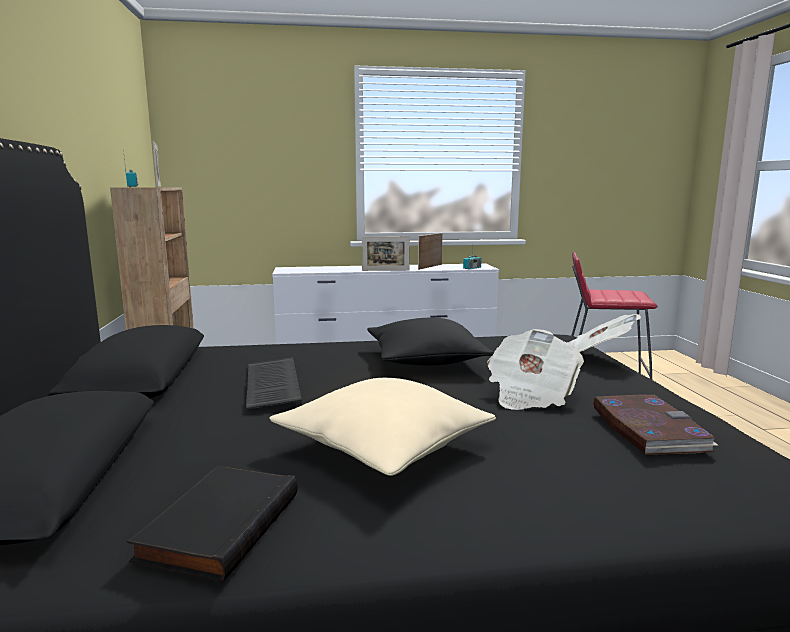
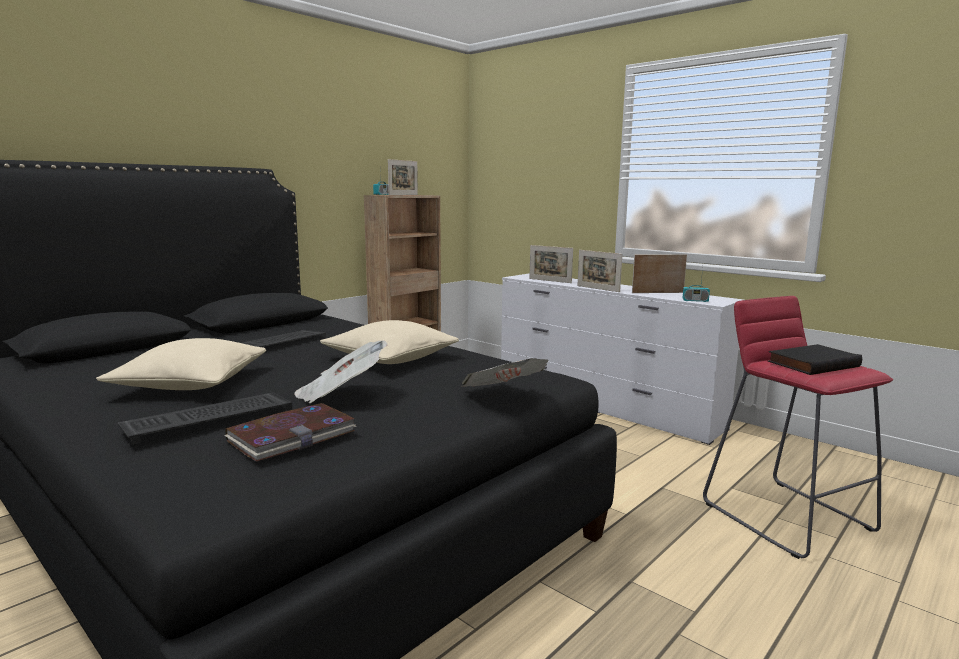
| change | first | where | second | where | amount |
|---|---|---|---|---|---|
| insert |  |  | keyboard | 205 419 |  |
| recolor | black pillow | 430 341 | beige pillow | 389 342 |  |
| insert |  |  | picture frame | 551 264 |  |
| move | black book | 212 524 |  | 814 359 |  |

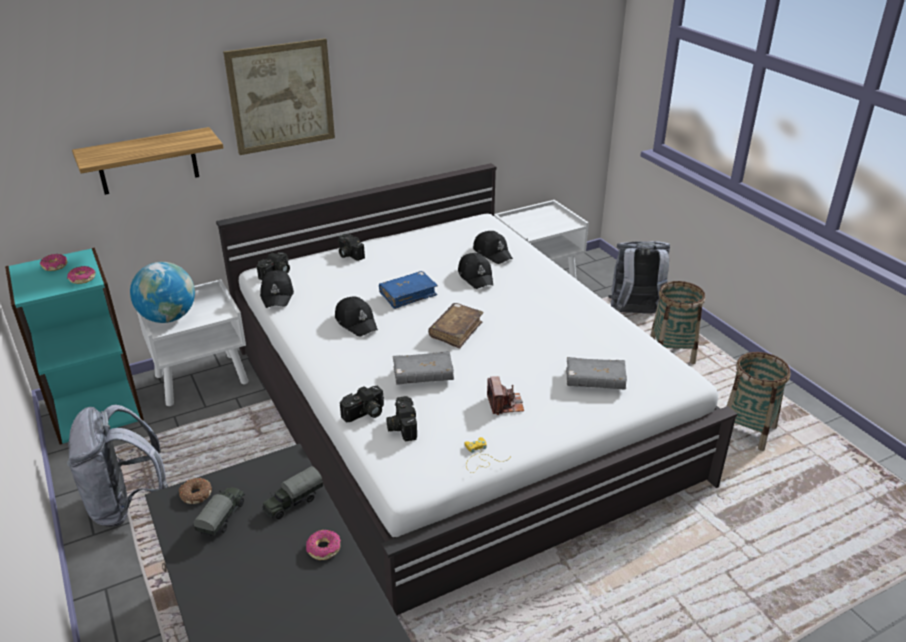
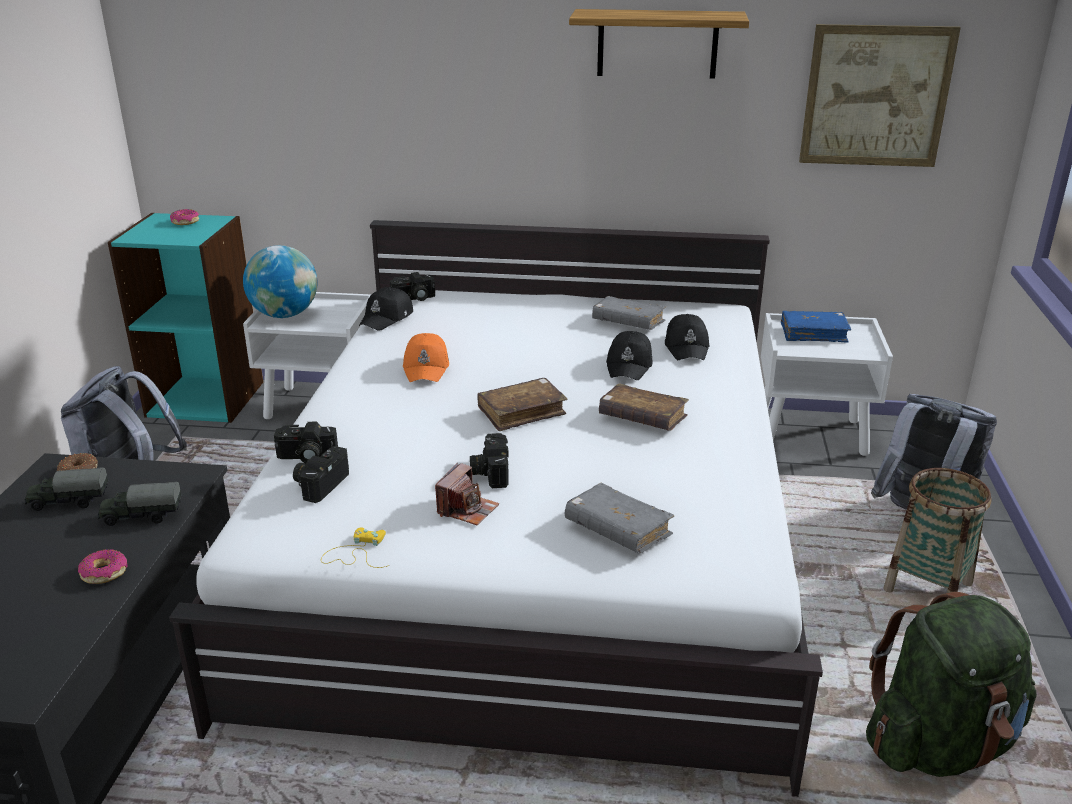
| change | first | where | second | where | amount |
|---|---|---|---|---|---|
| rotate | toy truck | 219 511 |  | 66 489 | 150 degrees counterclockwise |
| recolor | black cap | 356 316 | orange cap | 426 357 |  |
| move | photo camera | 351 247 |  | 489 460 |  |
| move | shelf | 148 161 |  | 659 44 |  |
| move | grey book | 423 368 |  | 629 313 |  |
| insert |  |  | brown book | 644 407 |  |
| move | blue book | 408 290 |  | 816 327 |  |
| move | picture | 279 96 |  | 880 95 |  |
| replace | basket | 759 401 | green backpack | 951 684 |  |
| delete | donut | 81 275 |  |  |  |

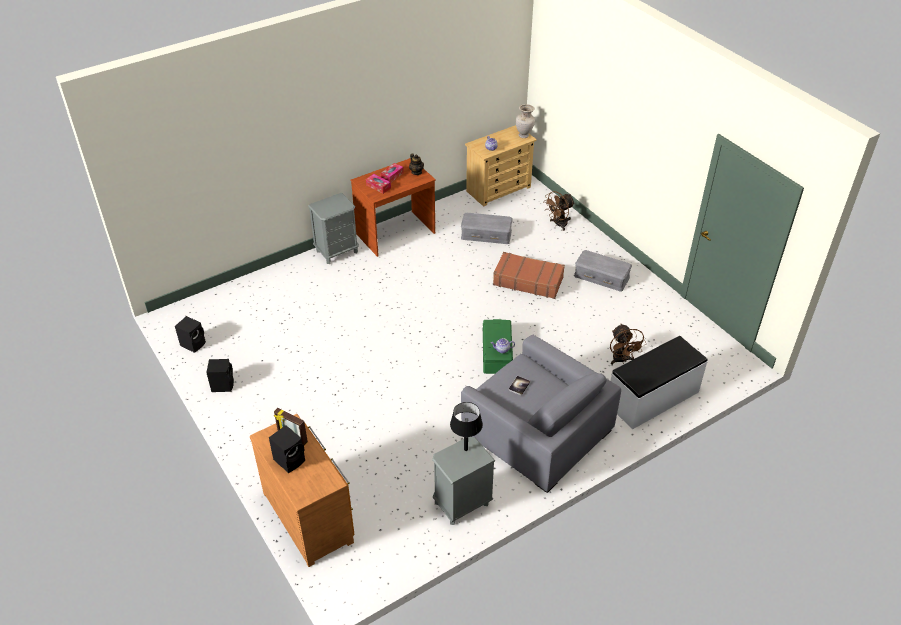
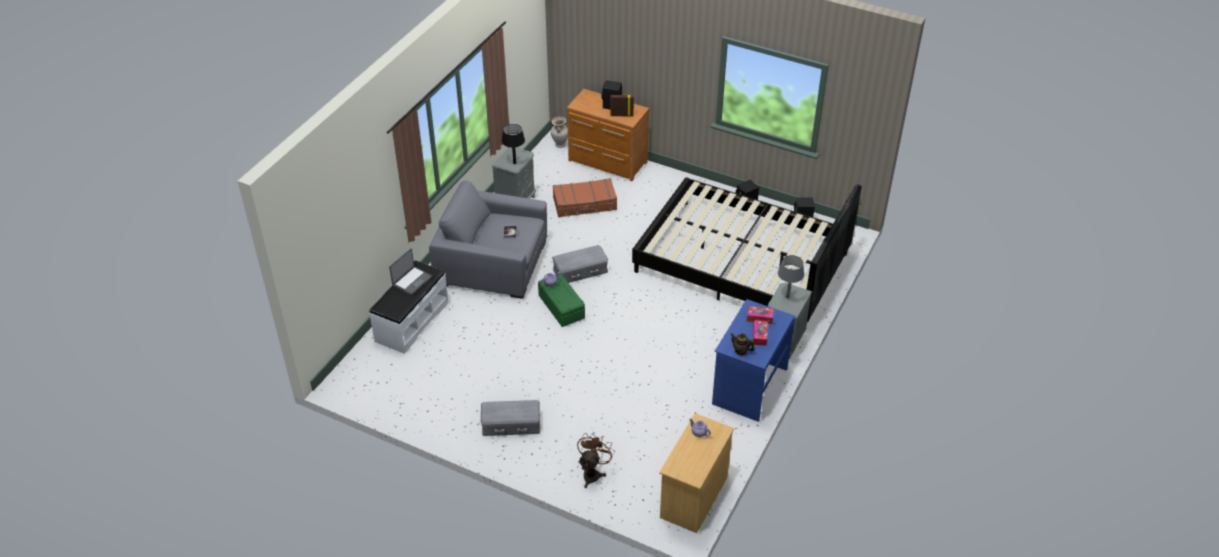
| change | first | where | second | where | amount |
|---|---|---|---|---|---|
| insert |  |  | laptop | 410 272 |  |
| move | beige vase | 525 121 |  | 559 132 |  |
| move | grey storage box | 487 228 |  | 580 264 |  |
| move | brown suitcase | 529 275 |  | 585 197 |  |
| insert |  |  | black bed | 747 250 |  |
| recolor | brown desk | 393 207 | blue desk | 753 360 |  |
| insert |  |  | grey table lamp | 791 276 |  |
| delete | brown fan | 628 344 |  |  |  |

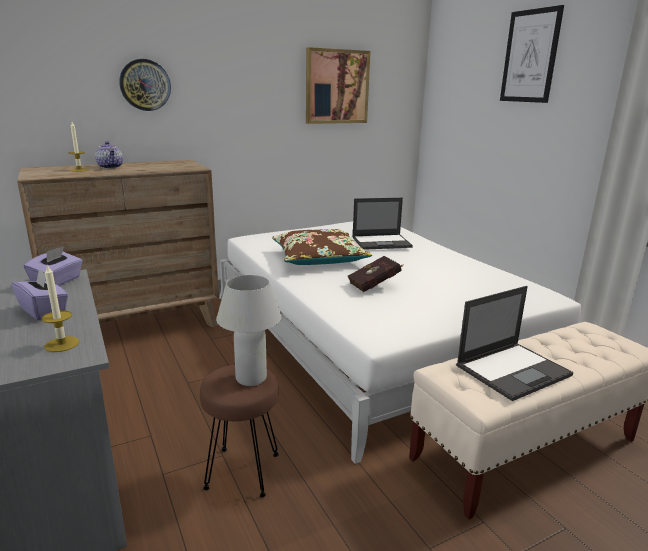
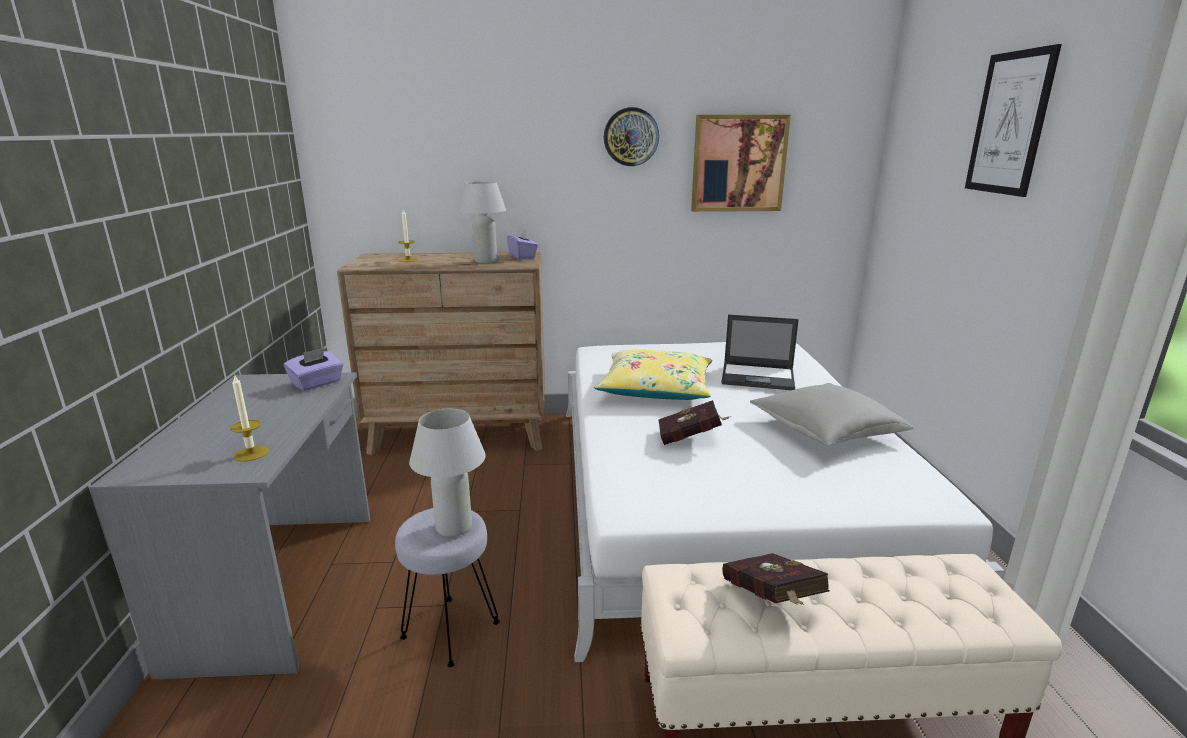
| change | first | where | second | where | amount |
|---|---|---|---|---|---|
| recolor | brown stool | 239 431 | grey stool | 447 587 |  |
| insert |  |  | white table lamp | 482 222 |  |
| move | purple tissue box | 40 295 |  | 522 243 |  |
| recolor | brown pillow | 322 247 | yellow pillow | 653 375 |  |
| move | wall clock | 145 85 |  | 631 136 |  |
| replace | laptop | 514 343 | red book | 775 579 |  |
| insert |  |  | grey pillow | 831 414 |  |
| delete | teapot | 109 155 |  |  |  |

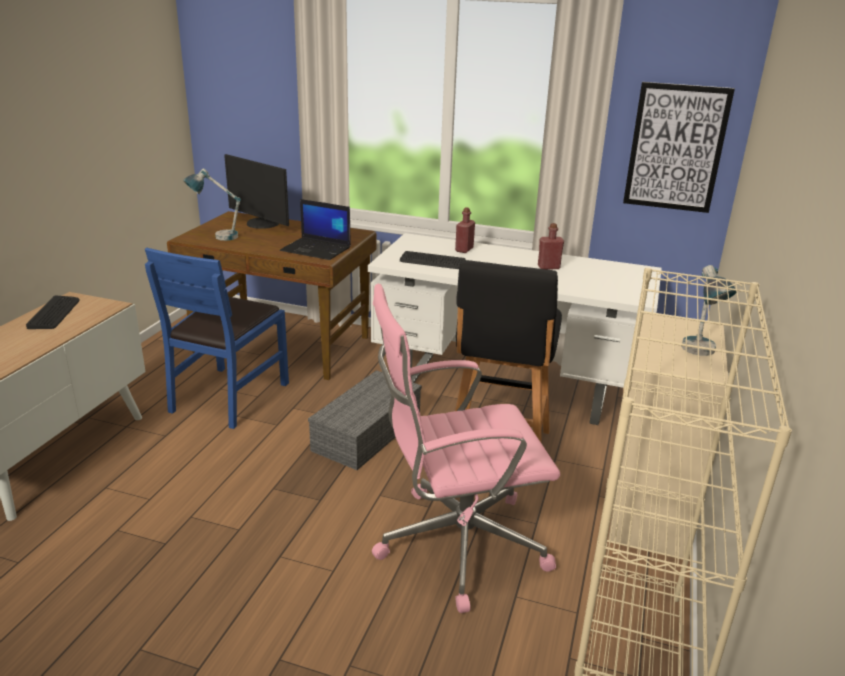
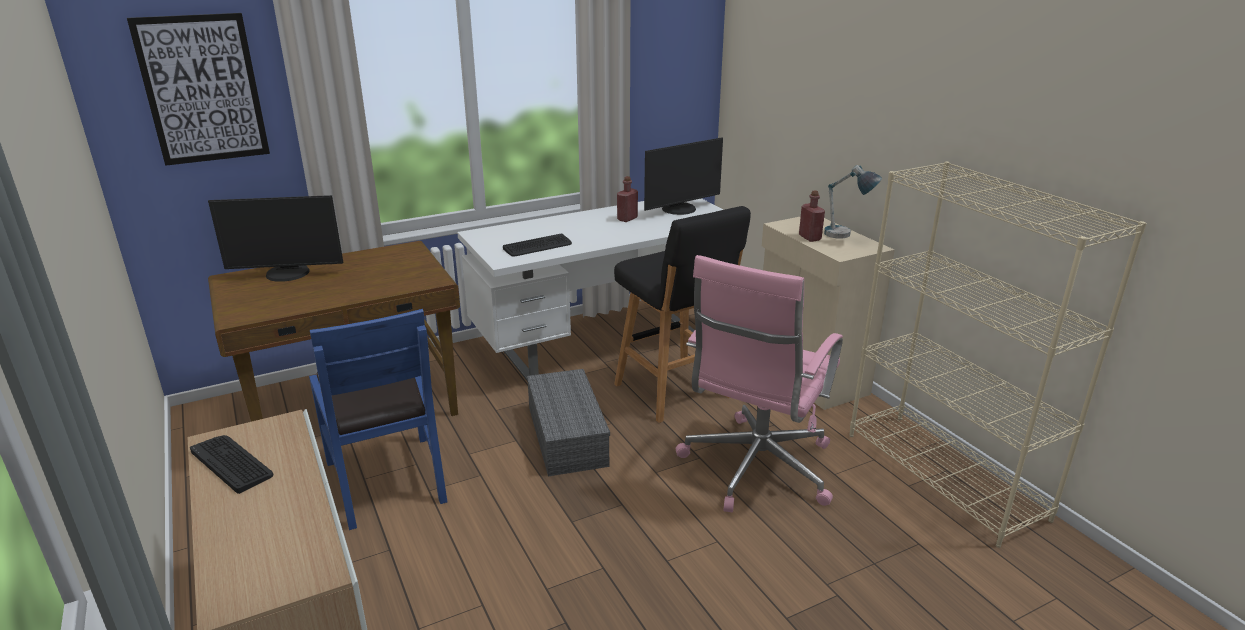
| change | first | where | second | where | amount |
|---|---|---|---|---|---|
| move | picture | 679 147 |  | 198 89 |  |
| insert |  |  | monitor | 683 176 |  |
| move | red bottle | 465 230 |  | 812 216 |  |
| delete | table lamp | 212 204 |  |  |  |
| delete | laptop | 315 229 |  |  |  |

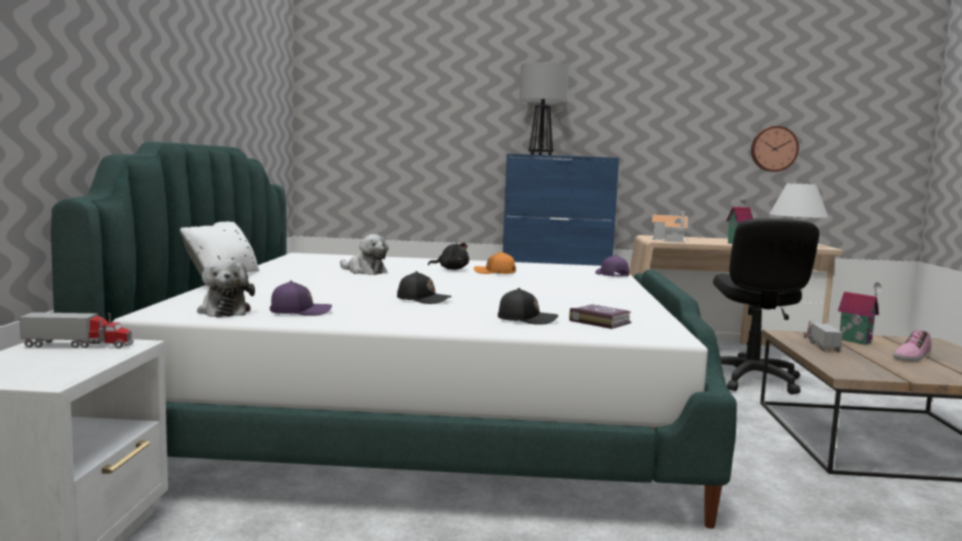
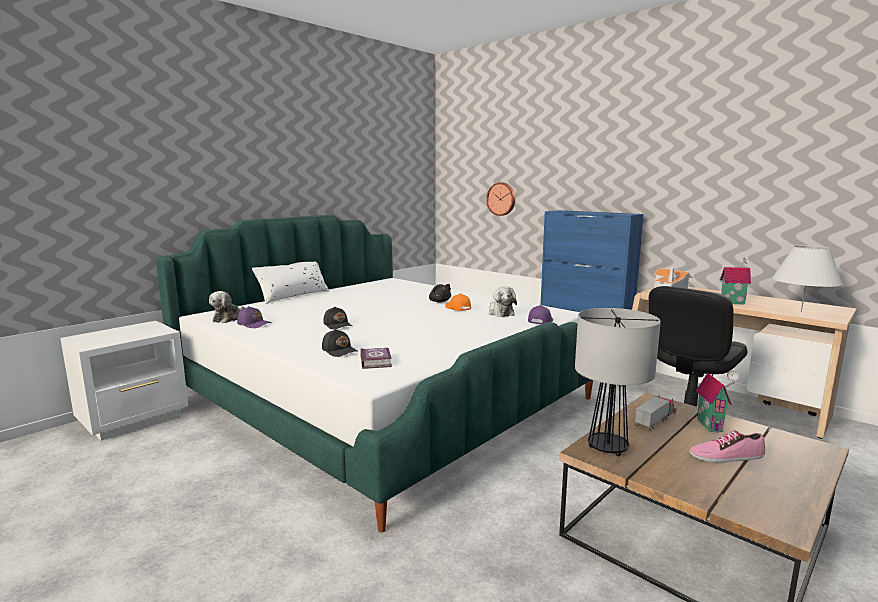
| change | first | where | second | where | amount |
|---|---|---|---|---|---|
| move | wall clock | 775 149 |  | 500 199 |  |
| move | plush toy | 364 254 |  | 503 301 |  |
| move | table lamp | 544 108 |  | 618 382 |  |
| delete | toy truck | 76 330 |  |  |  |

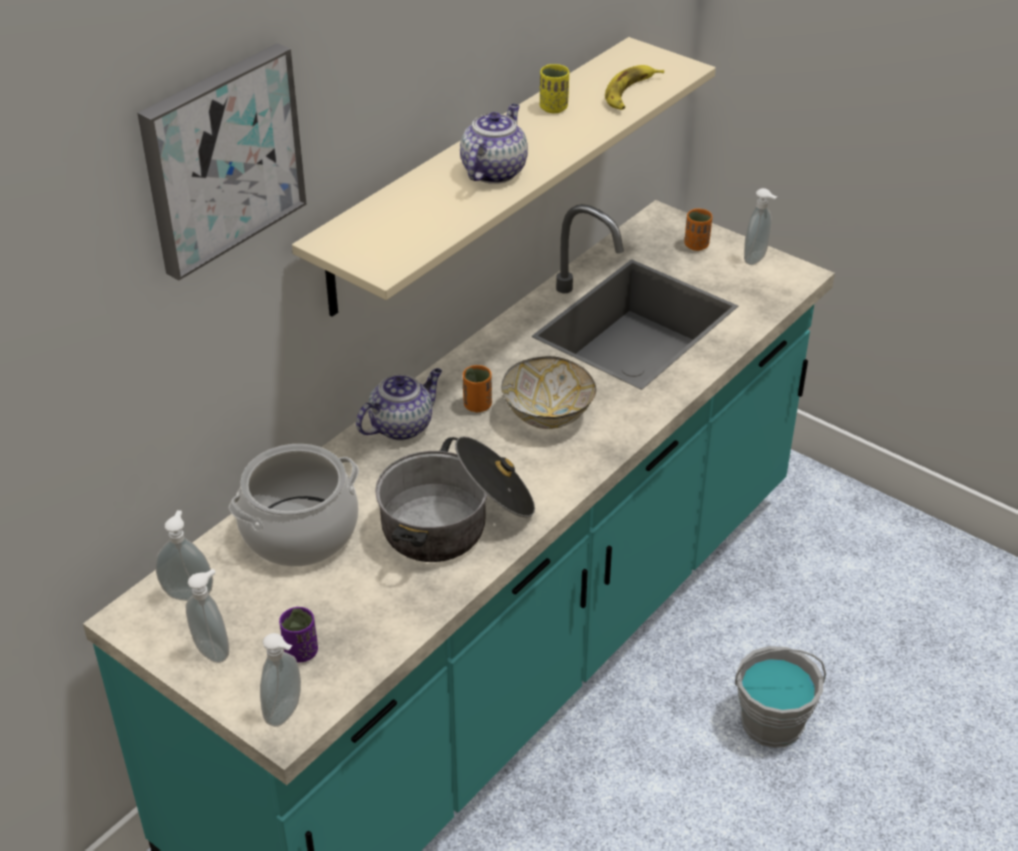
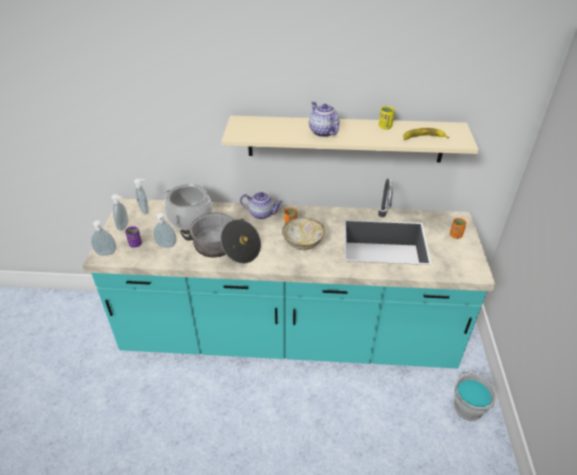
| change | first | where | second | where | amount |
|---|---|---|---|---|---|
| move | soap dispenser | 760 226 |  | 165 230 |  |
| rotate | teapot | 494 144 |  | 324 119 | 105 degrees counterclockwise |
| move | grey bucket | 780 697 |  | 475 396 |  |
| delete | picture | 222 162 |  |  |  |

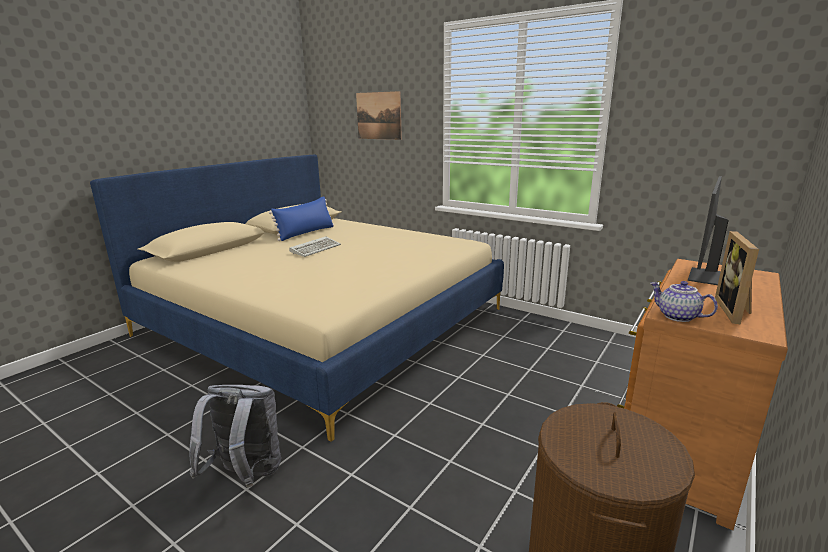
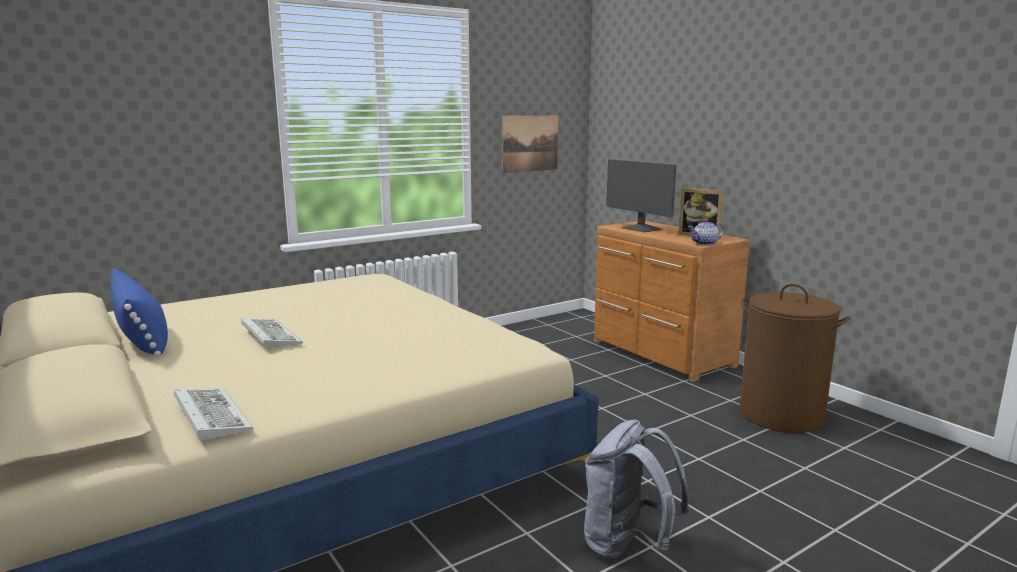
| change | first | where | second | where | amount |
|---|---|---|---|---|---|
| insert |  |  | keyboard | 213 414 |  |
| move | picture | 379 115 |  | 530 144 |  |

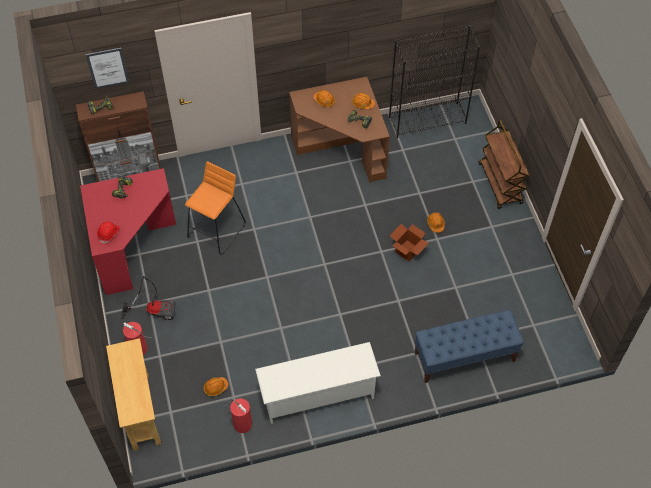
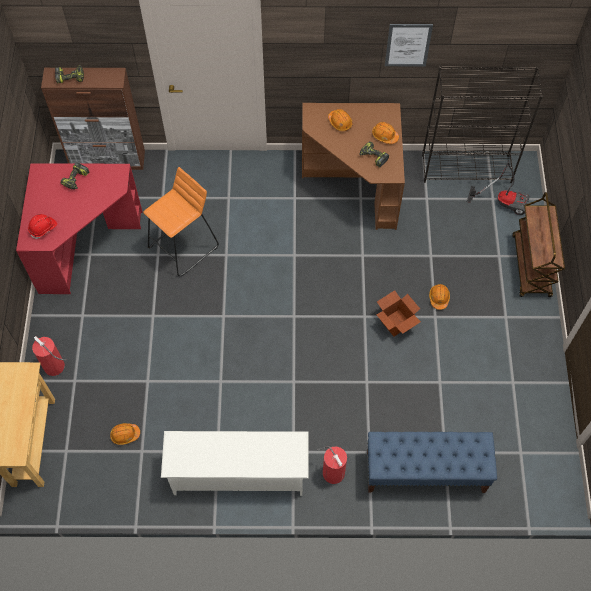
| change | first | where | second | where | amount |
|---|---|---|---|---|---|
| move | fire extinguisher | 238 415 |  | 332 465 |  |
| move | picture | 107 68 |  | 409 45 |  |
| move | vacuum cleaner | 148 298 |  | 498 187 |  |

